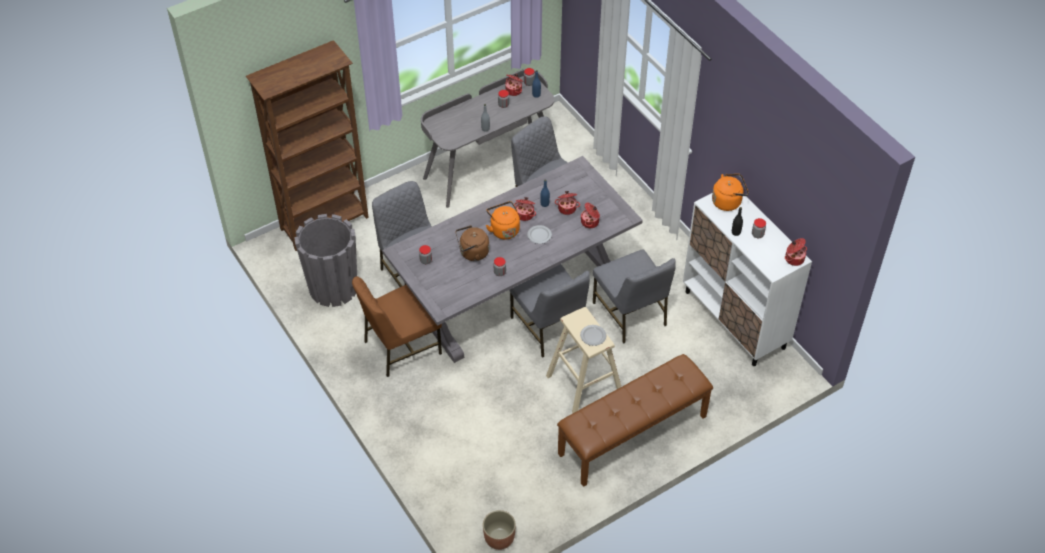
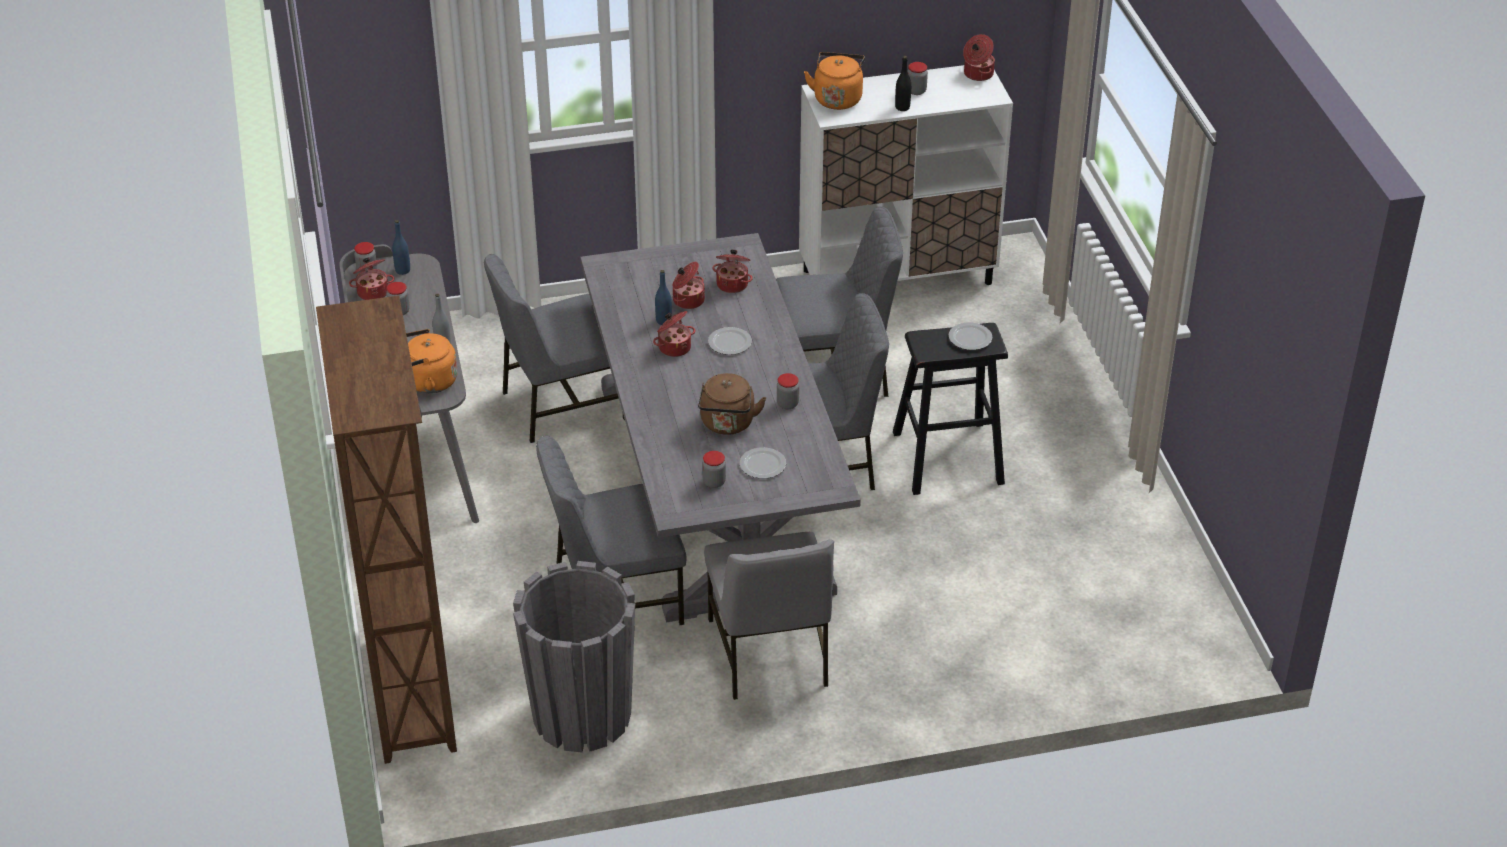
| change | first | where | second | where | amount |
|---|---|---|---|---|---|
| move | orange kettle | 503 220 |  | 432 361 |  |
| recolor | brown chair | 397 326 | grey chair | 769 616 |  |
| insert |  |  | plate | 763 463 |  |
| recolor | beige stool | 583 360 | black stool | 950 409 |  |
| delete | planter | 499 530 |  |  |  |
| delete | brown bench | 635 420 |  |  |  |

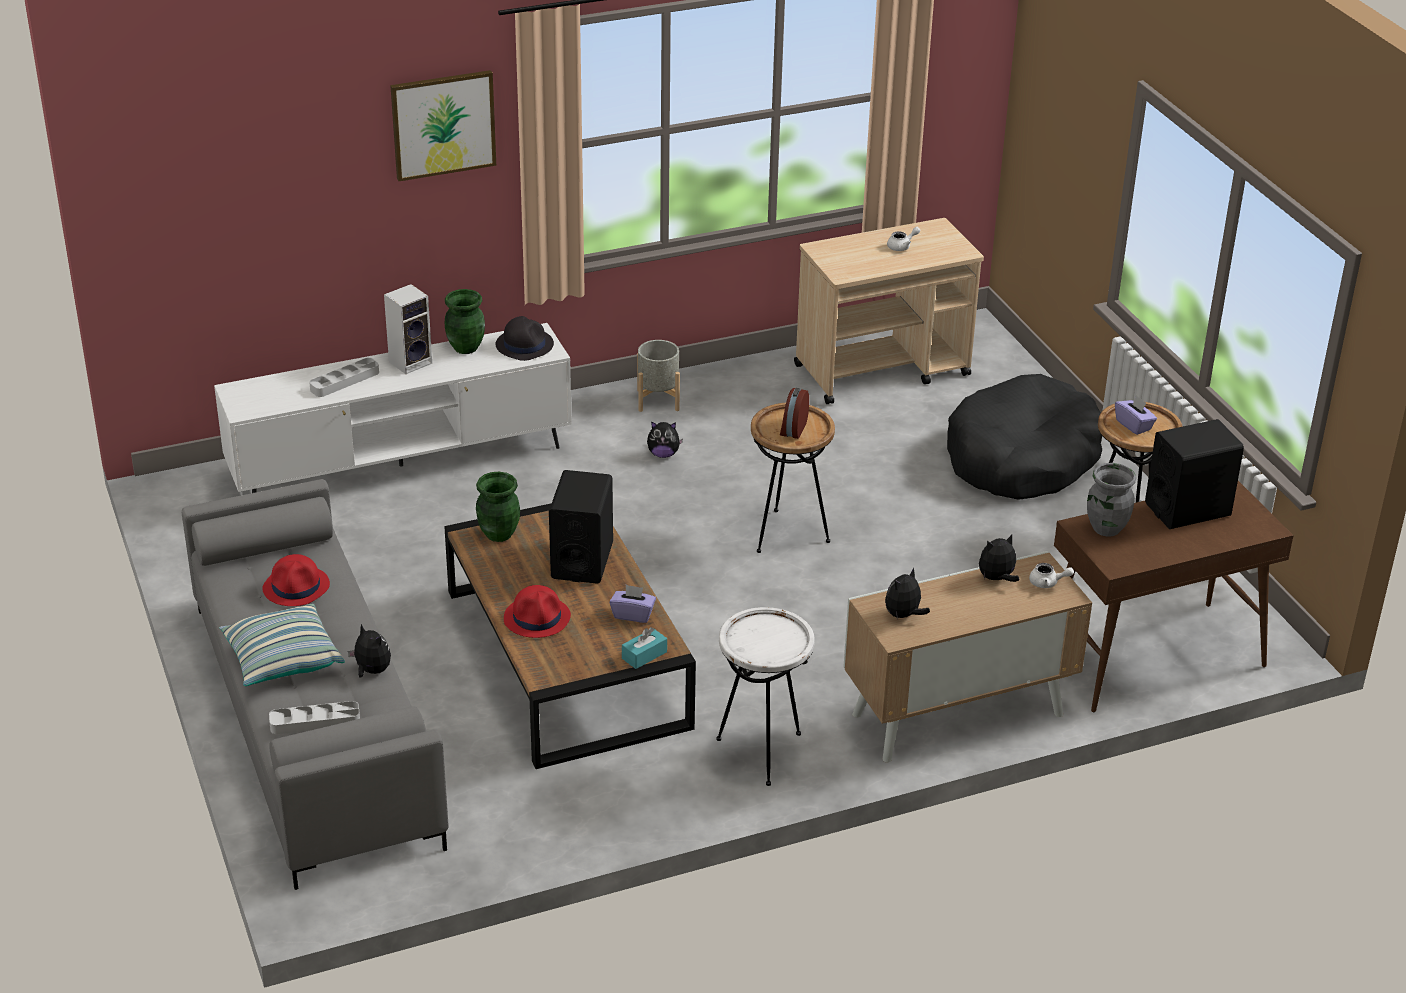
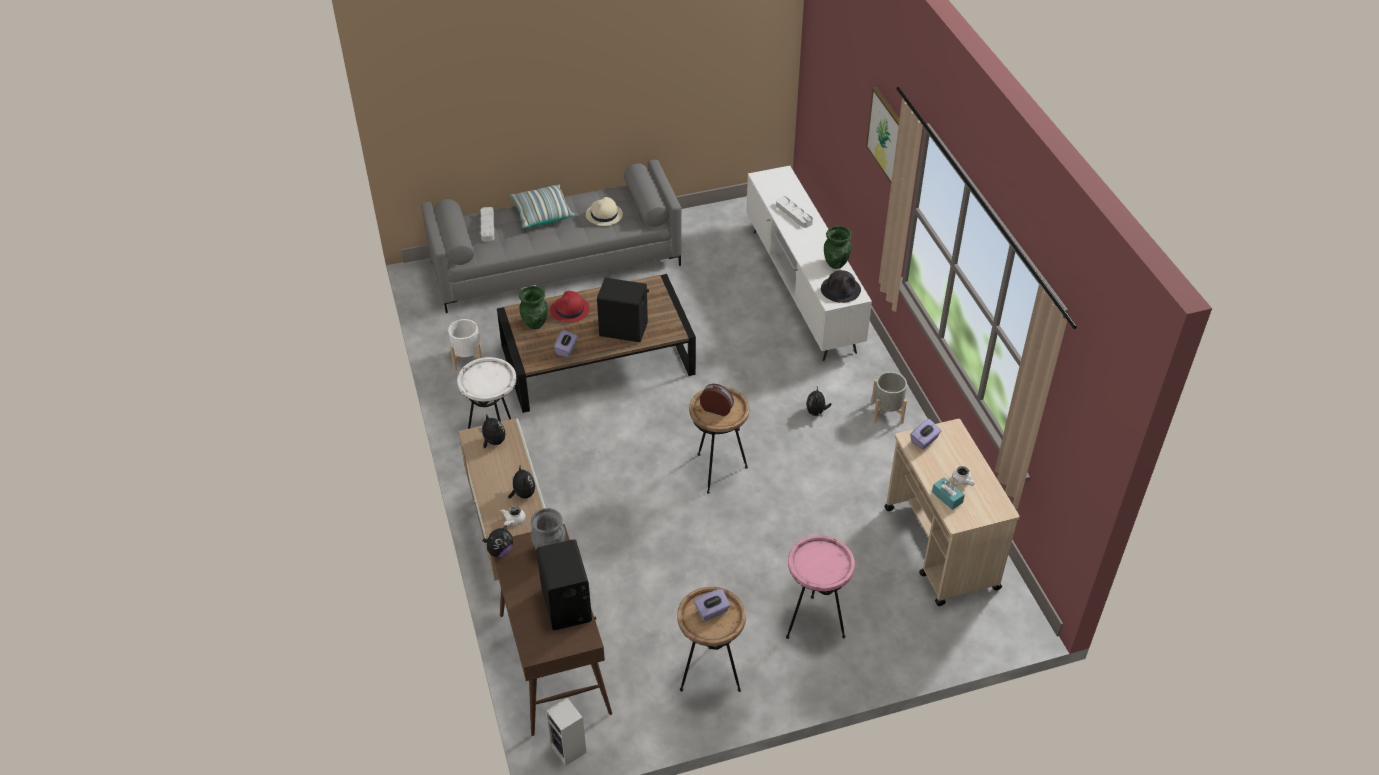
| change | first | where | second | where | amount |
|---|---|---|---|---|---|
| insert |  |  | white planter | 465 345 |  |
| move | plush toy | 369 651 |  | 498 541 |  |
| move | green vase | 498 507 |  | 533 307 |  |
| move | speaker | 408 329 |  | 566 732 |  |
| recolor | red hat | 296 580 | beige hat | 604 211 |  |
| replace | black dog bed | 1024 437 | pink side table | 820 587 |  |
| insert |  |  | purple tissue box | 926 434 |  |
| move | turquoise tissue box | 644 648 |  | 948 493 |  |

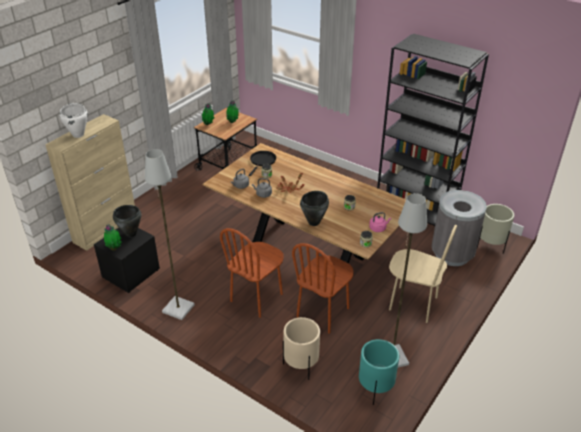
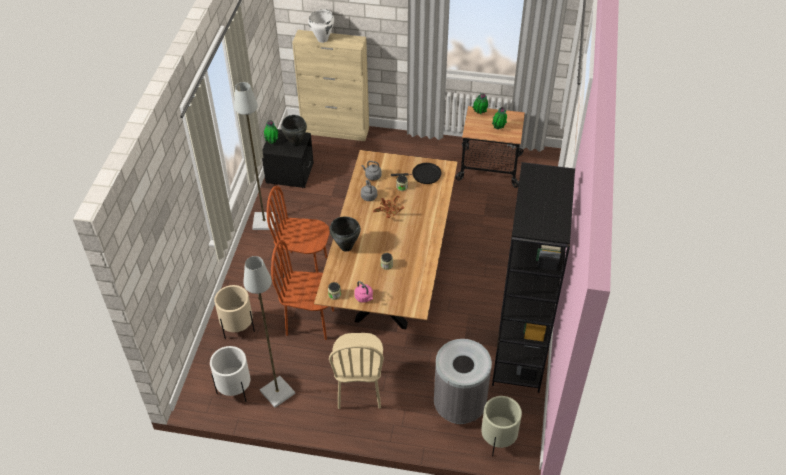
| change | first | where | second | where | amount |
|---|---|---|---|---|---|
| recolor | turquoise planter | 379 372 | white planter | 230 374 |  |

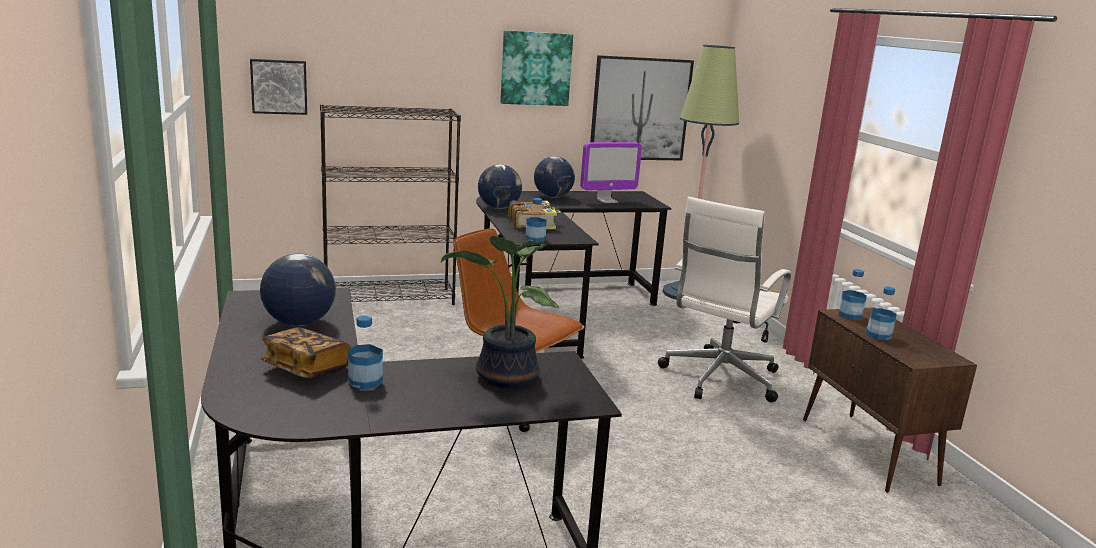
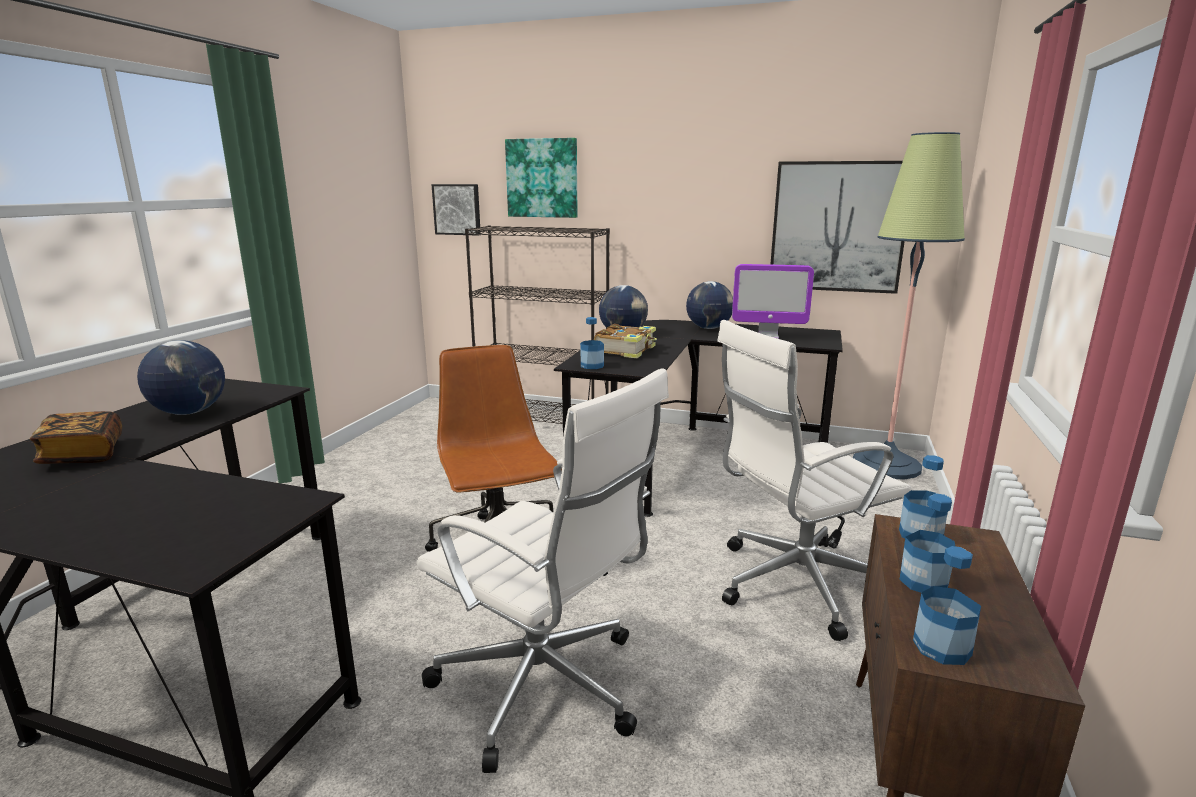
| change | first | where | second | where | amount |
|---|---|---|---|---|---|
| insert |  |  | white office chair | 543 570 |  |
| move | picture | 536 68 |  | 541 178 |  |
| move | bottle | 365 352 |  | 947 605 |  |
| delete | potted plant | 500 312 |  |  |  |

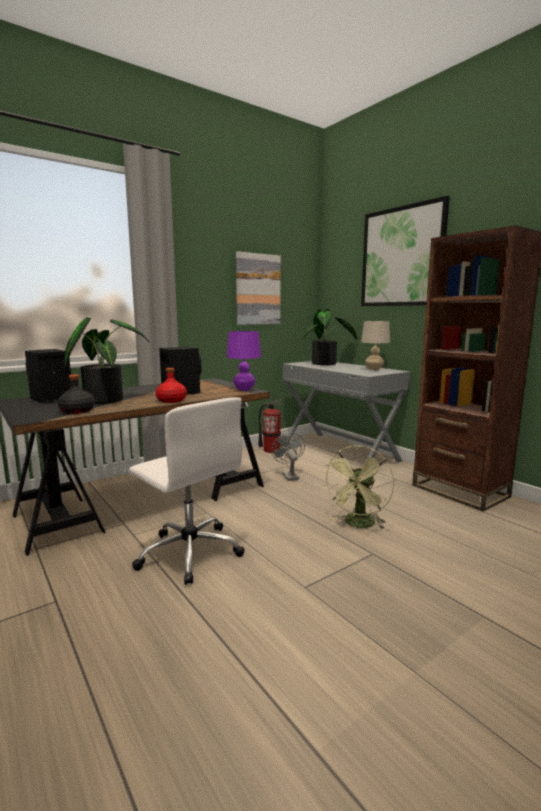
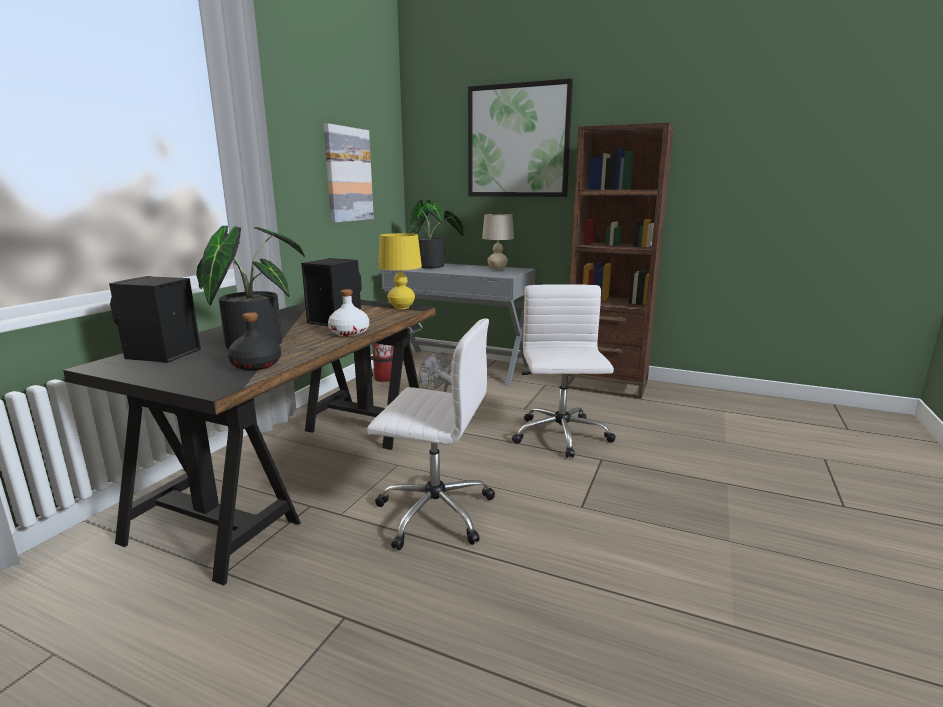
| change | first | where | second | where | amount |
|---|---|---|---|---|---|
| recolor | red bottle | 171 385 | white bottle | 348 312 |  |
| recolor | purple table lamp | 244 361 | yellow table lamp | 400 271 |  |
| replace | green fan | 359 487 | white office chair | 564 371 |  |

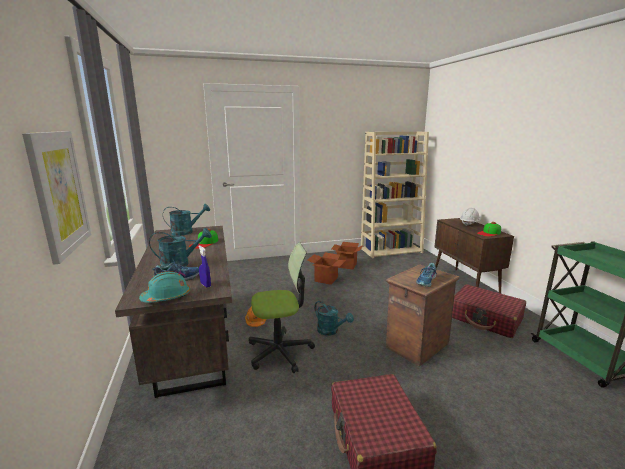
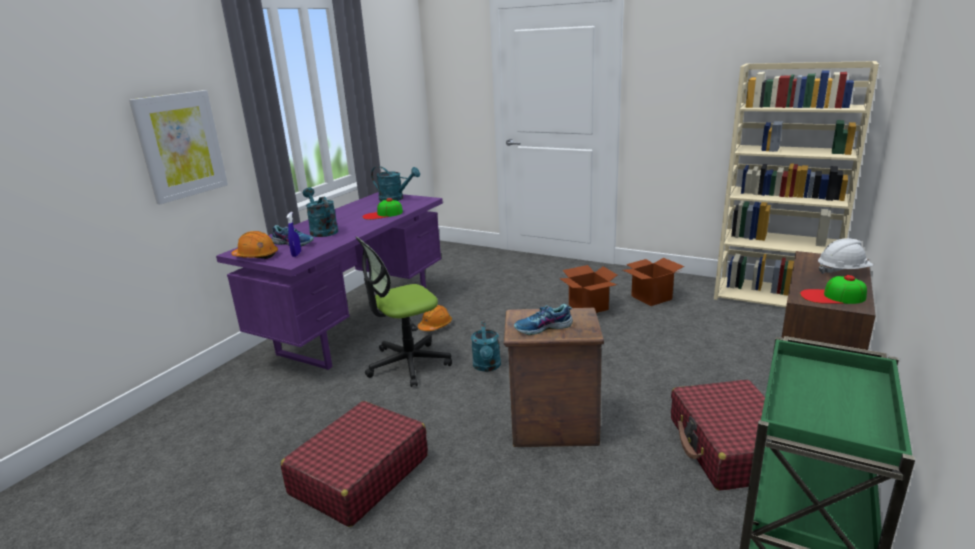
| change | first | where | second | where | amount |
|---|---|---|---|---|---|
| recolor | brown desk | 173 312 | purple desk | 329 281 |  |
| recolor | turquoise hard hat | 164 287 | orange hard hat | 254 245 |  |
| rotate | turquoise watering can | 180 247 |  | 320 212 | 150 degrees counterclockwise |
| rotate | office chair | 282 308 |  | 403 311 | 120 degrees clockwise |

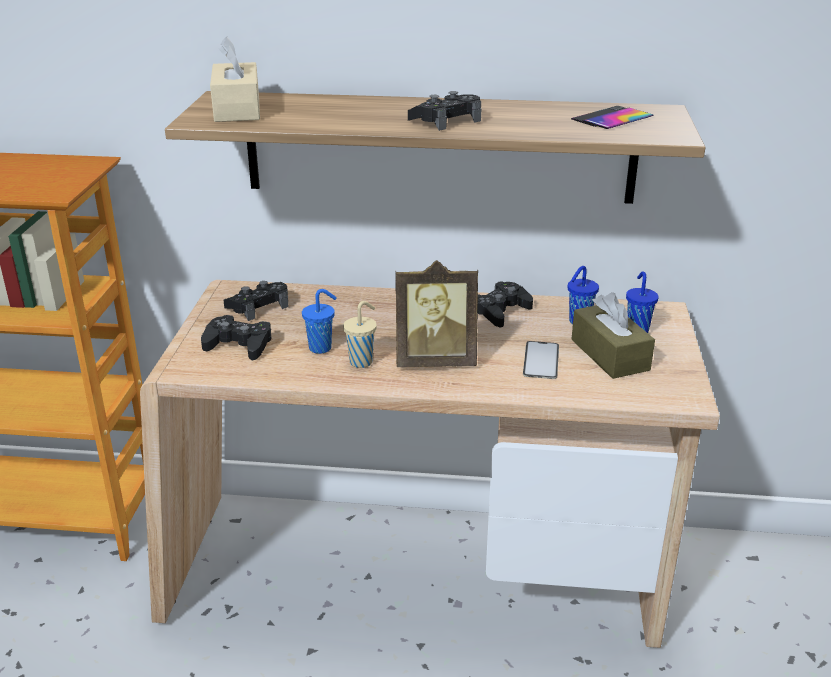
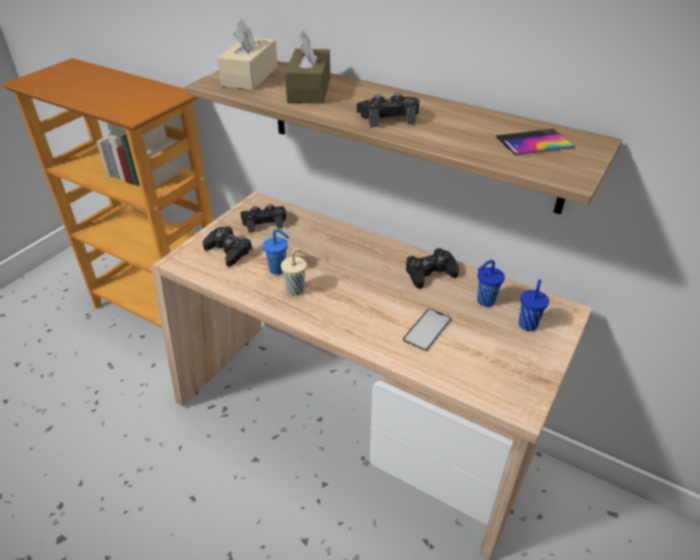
| change | first | where | second | where | amount |
|---|---|---|---|---|---|
| move | brown tissue box | 613 335 |  | 307 67 |  |
| delete | picture frame | 436 313 |  |  |  |

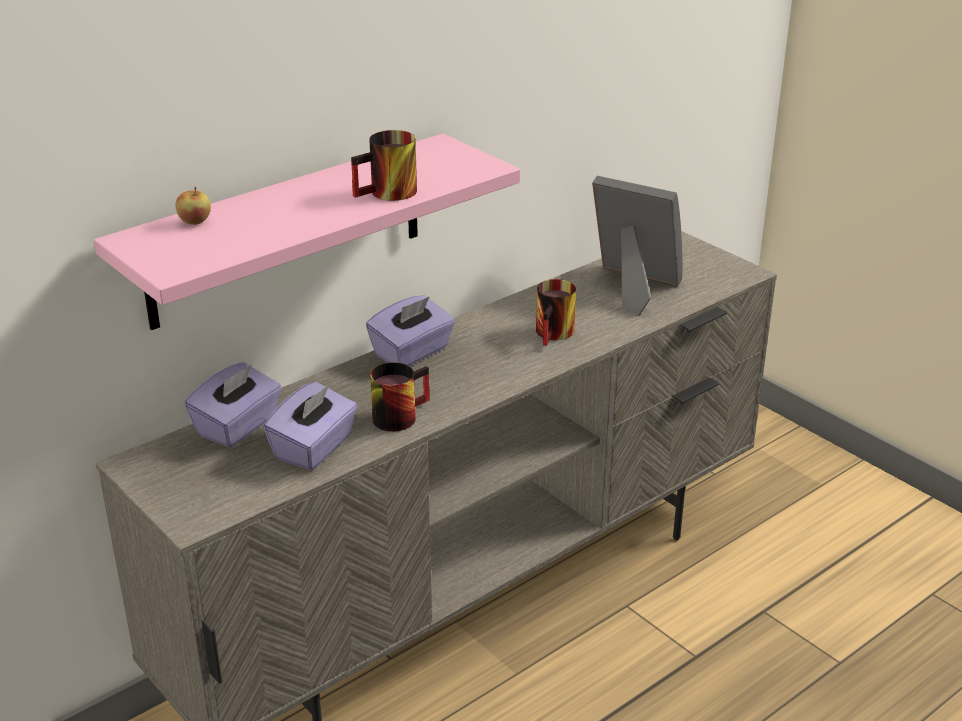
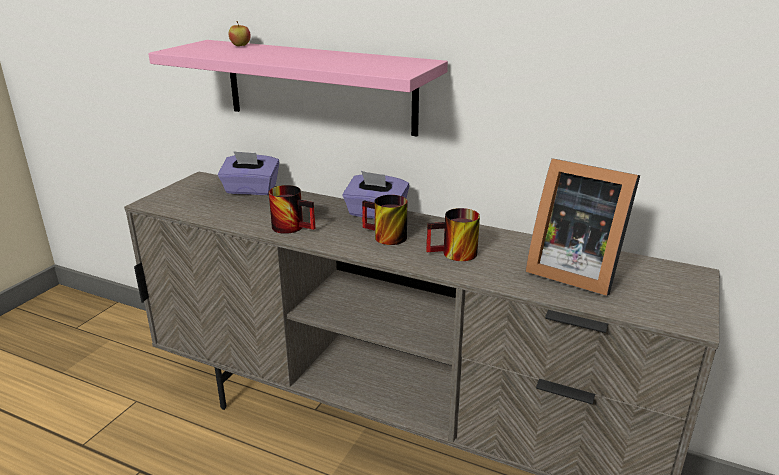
| change | first | where | second | where | amount |
|---|---|---|---|---|---|
| move | mug | 384 165 |  | 384 220 |  |
| rotate | picture frame | 637 246 |  | 582 227 | 120 degrees clockwise |
| delete | purple tissue box | 311 426 |  |  |  |

